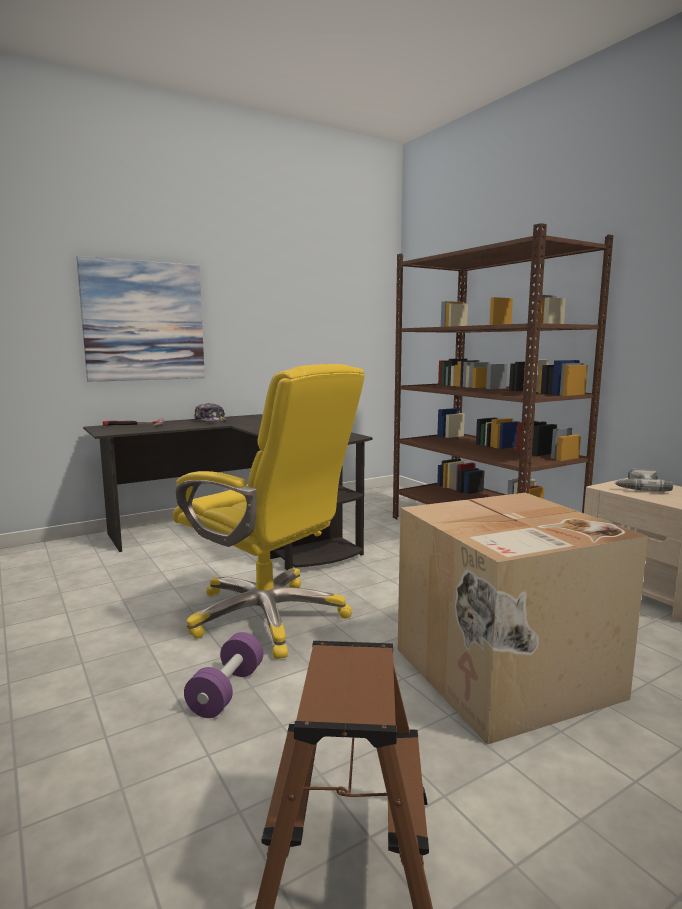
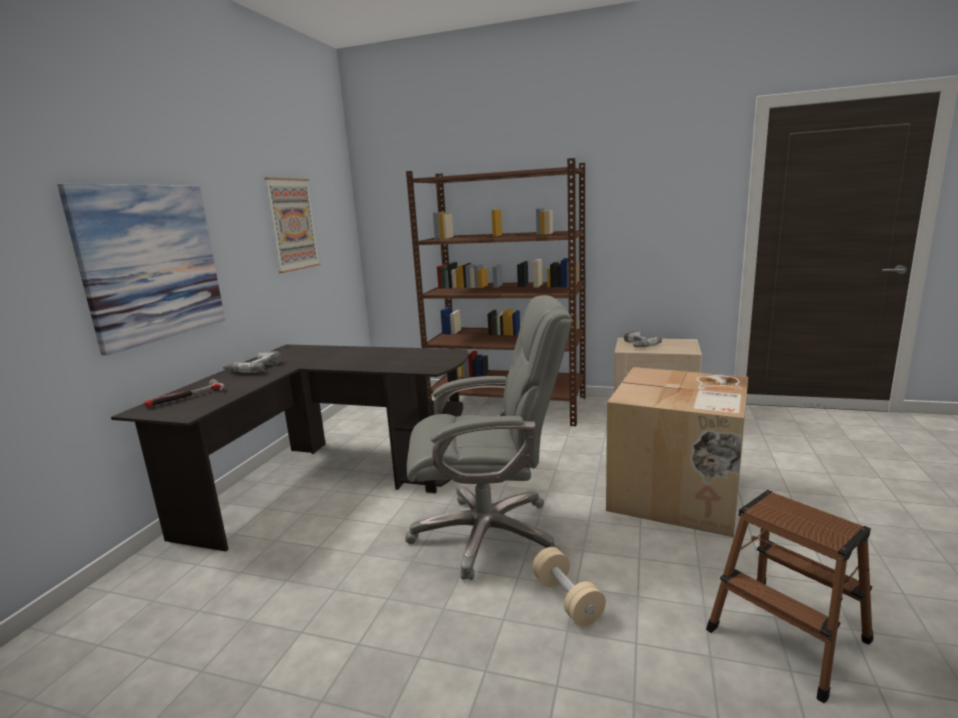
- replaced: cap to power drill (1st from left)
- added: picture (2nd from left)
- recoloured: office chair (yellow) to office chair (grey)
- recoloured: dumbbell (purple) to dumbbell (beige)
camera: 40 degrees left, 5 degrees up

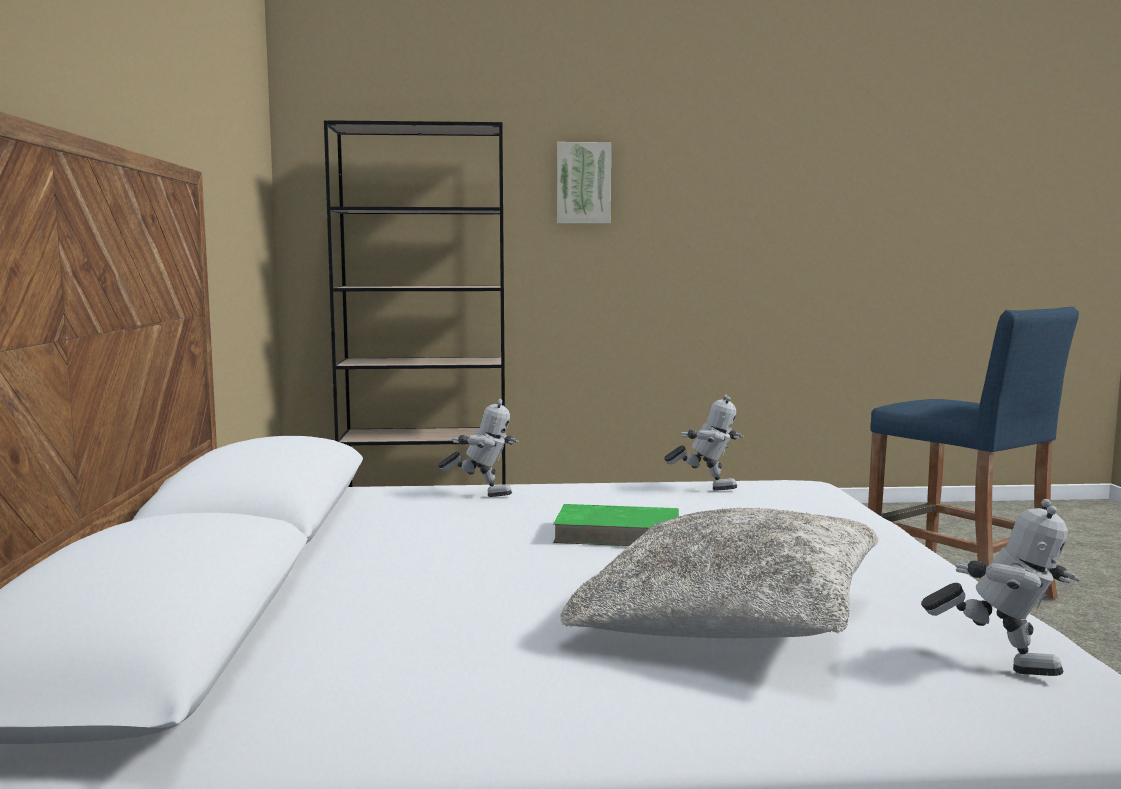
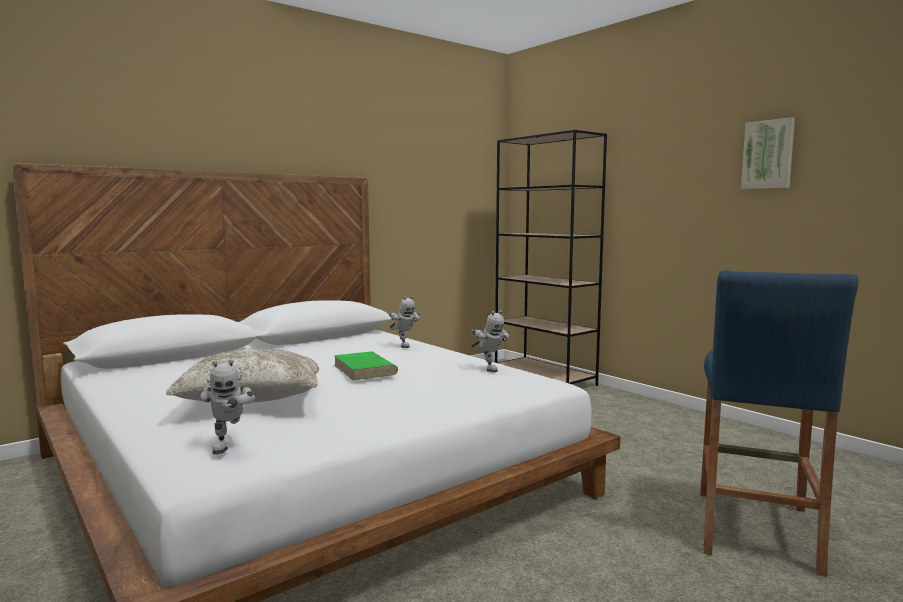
- moved: picture
camera: 55 degrees right, 0 degrees up

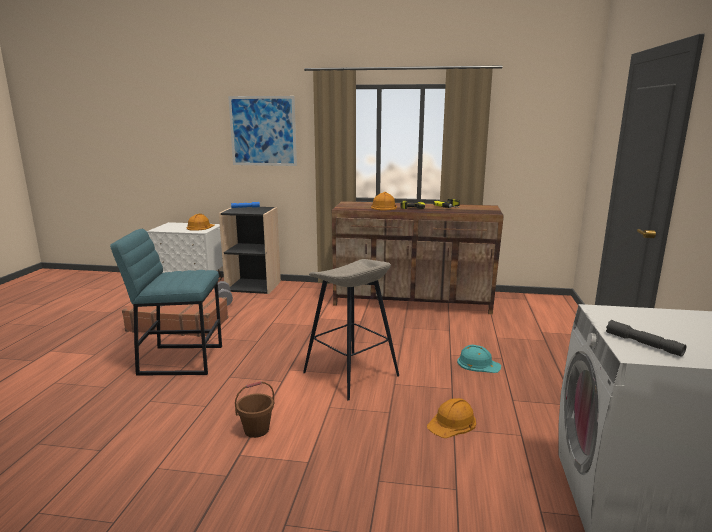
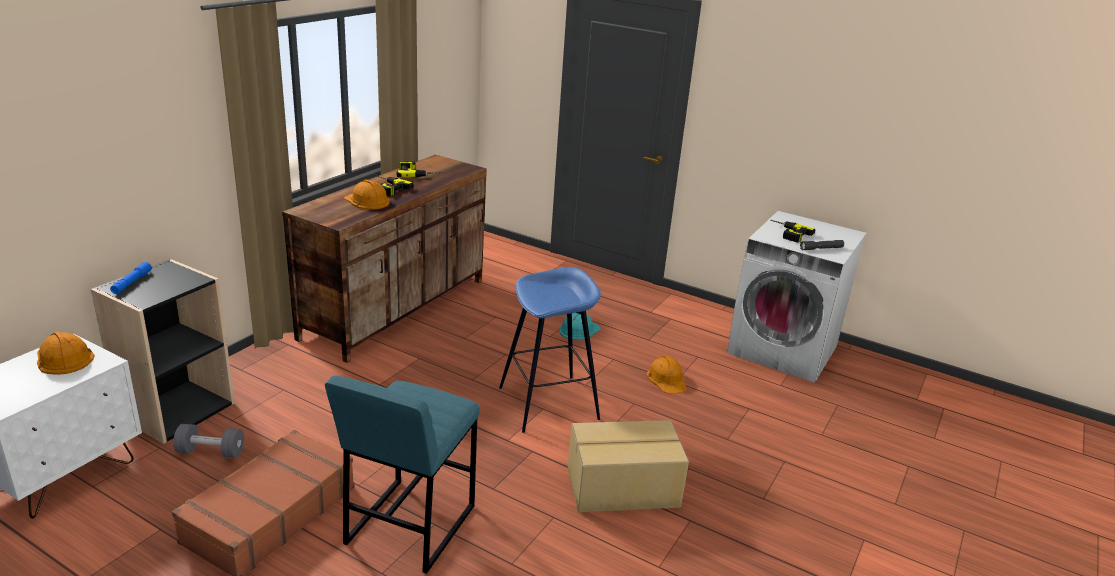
- recoloured: stool (grey) to stool (blue) (2nd from left)
- replaced: bucket (brown) to cardboard box
- added: power drill (3rd from left)
- removed: picture
camera: 70 degrees left, 10 degrees up

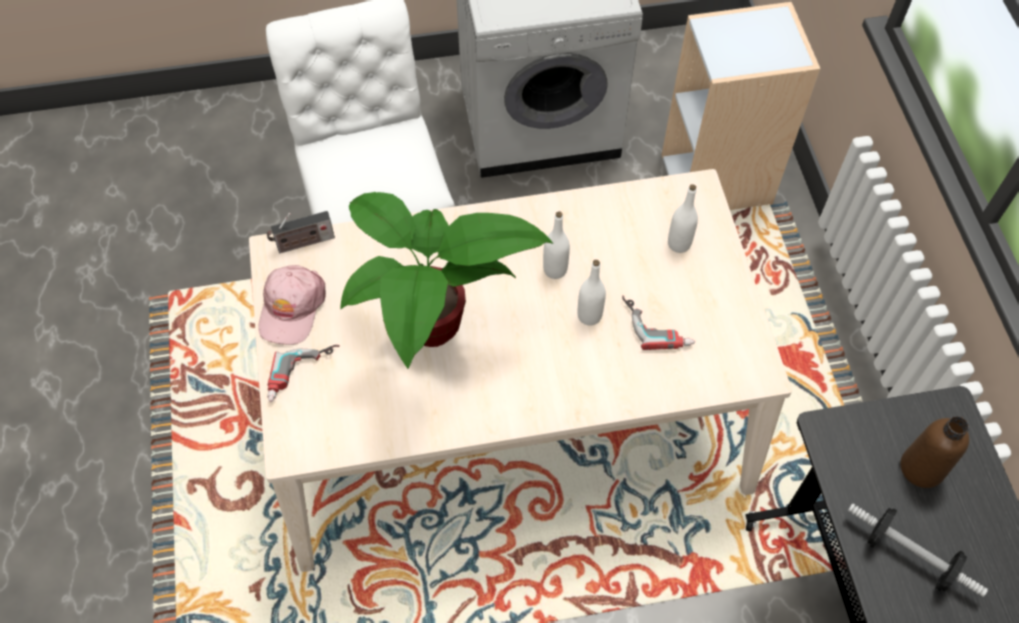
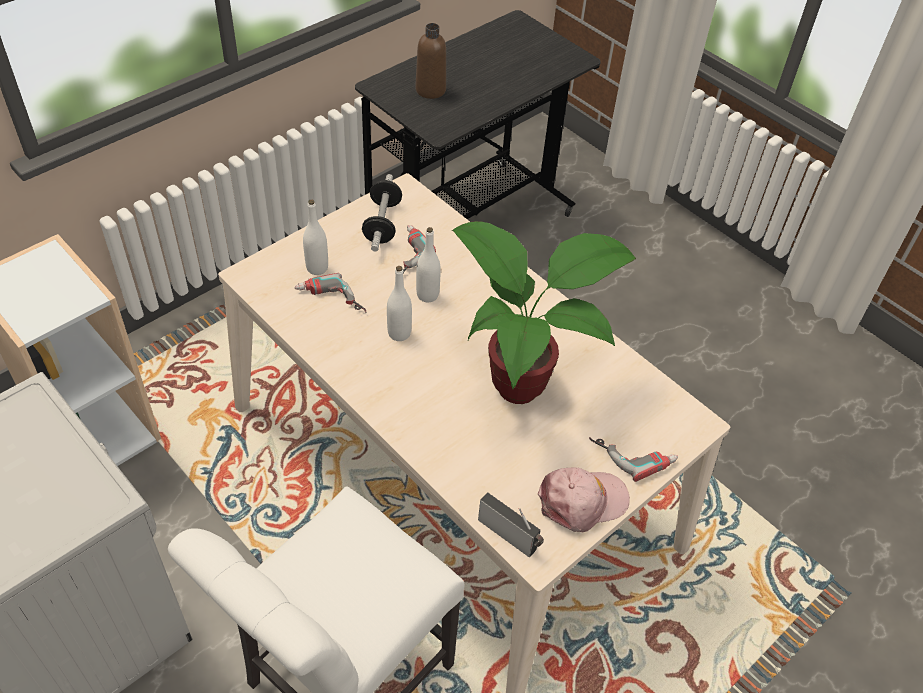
- added: power drill (1st from left)
- moved: dumbbell
camera: 125 degrees left, 10 degrees down

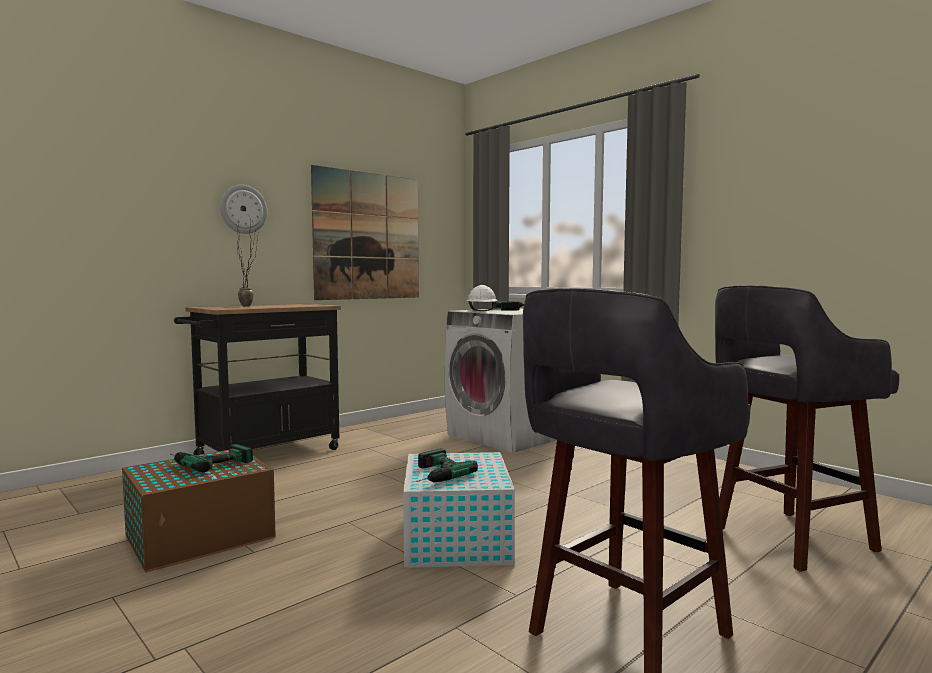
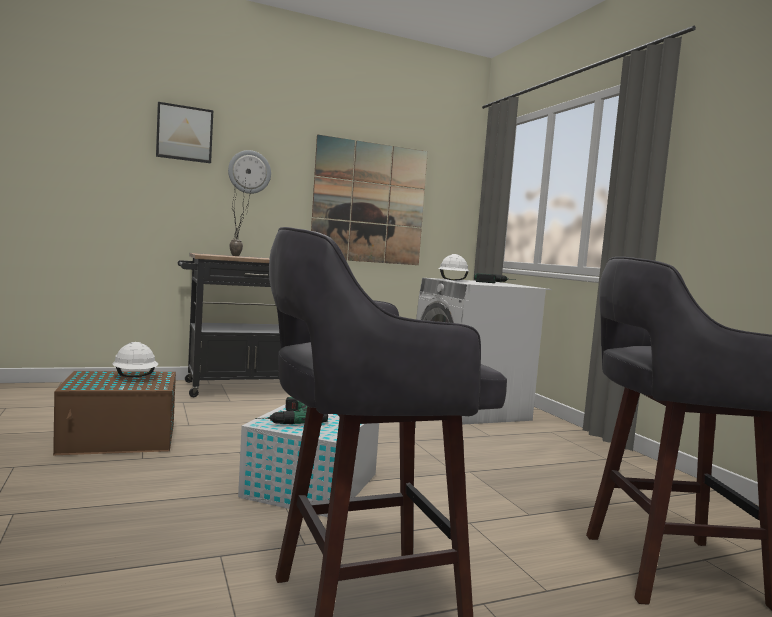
- replaced: power drill (1st from left) to hard hat (white) (1st from left)
- added: picture (1st from left)
camera: 20 degrees right, 0 degrees up

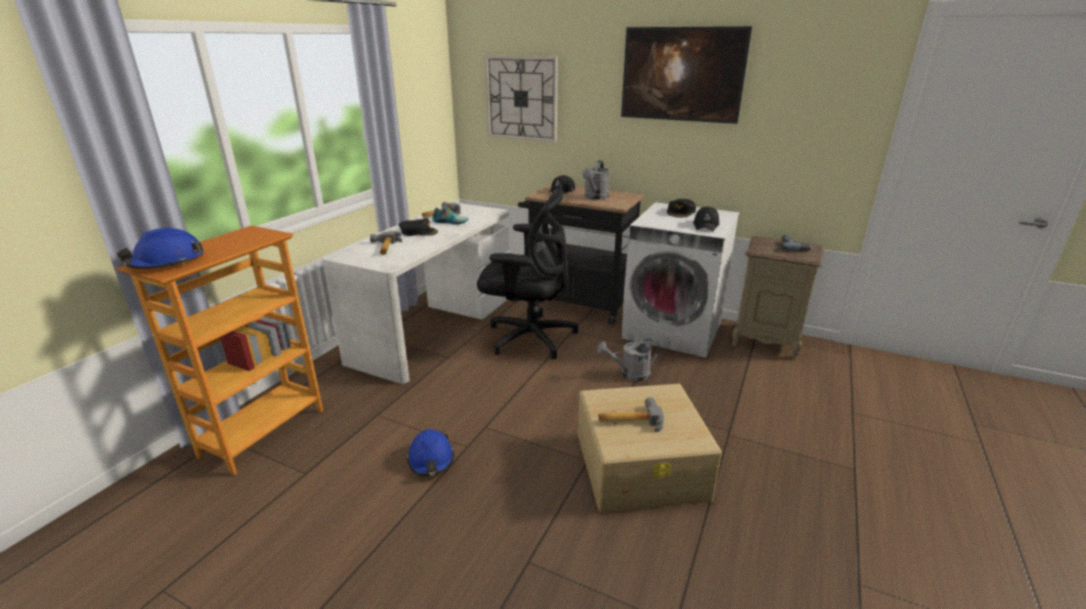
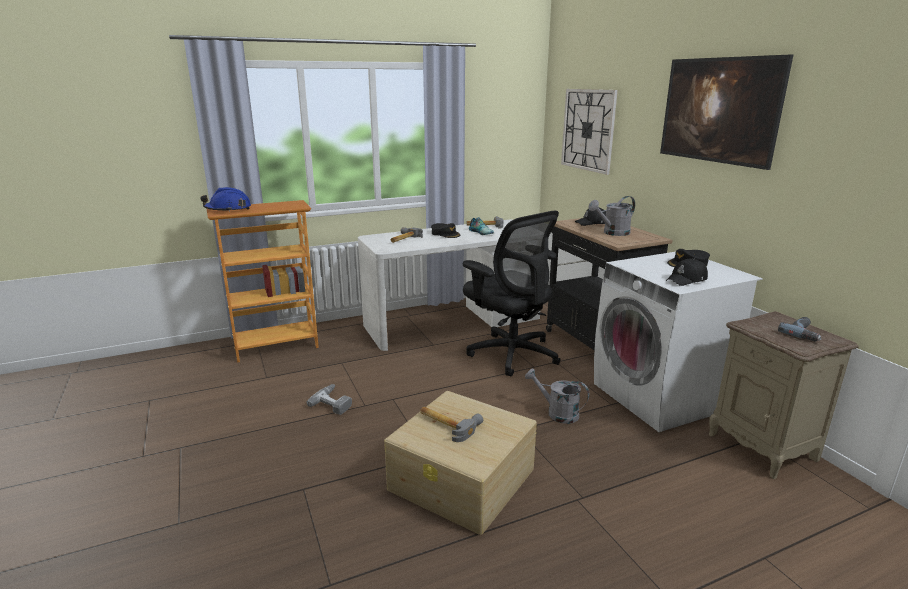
- replaced: hard hat (blue) (2nd from left) to power drill (1st from left)
camera: 40 degrees right, 5 degrees down

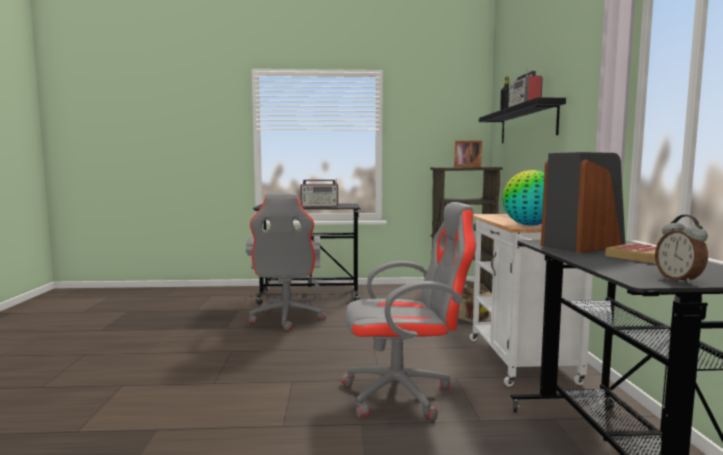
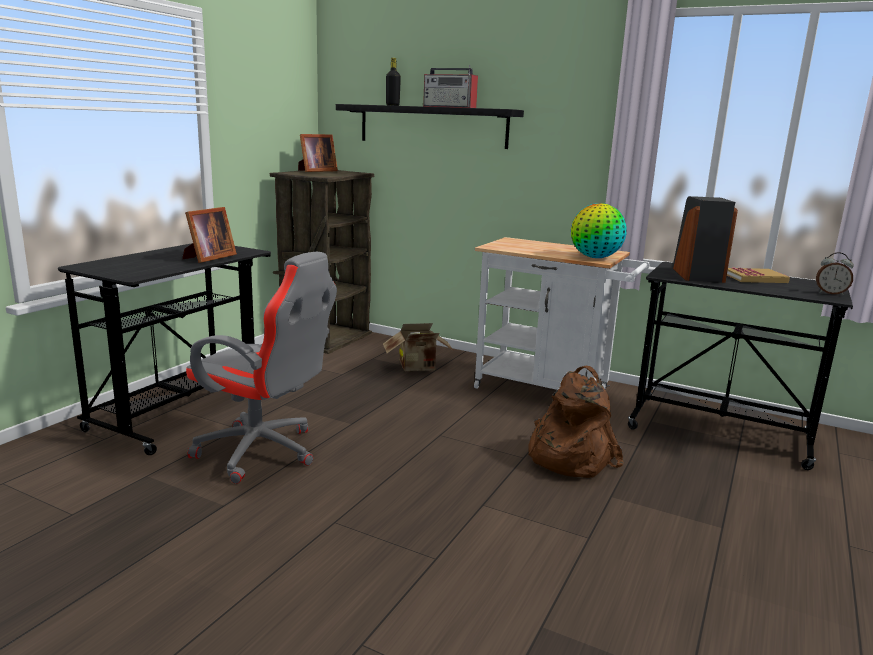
- replaced: radio (1st from left) to picture frame (1st from left)
- replaced: office chair (grey) (2nd from left) to backpack (brown)
camera: 60 degrees left, 10 degrees up

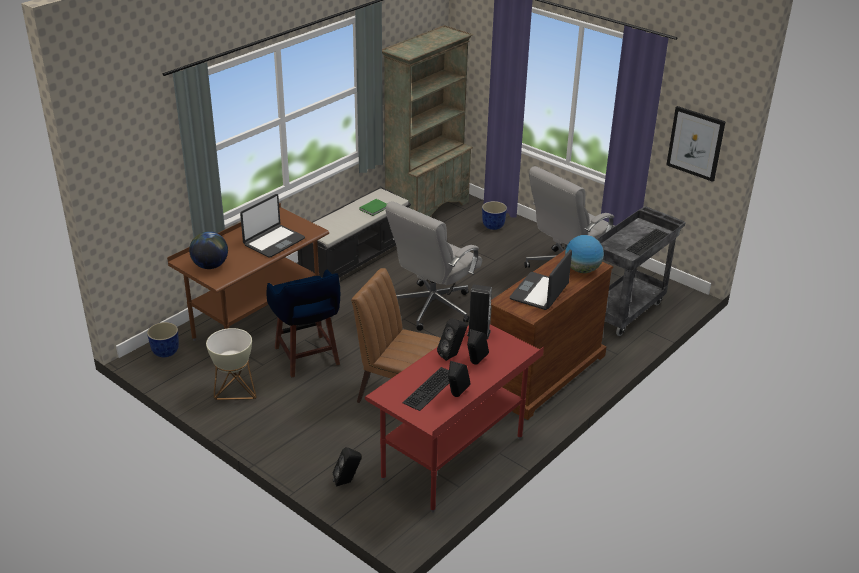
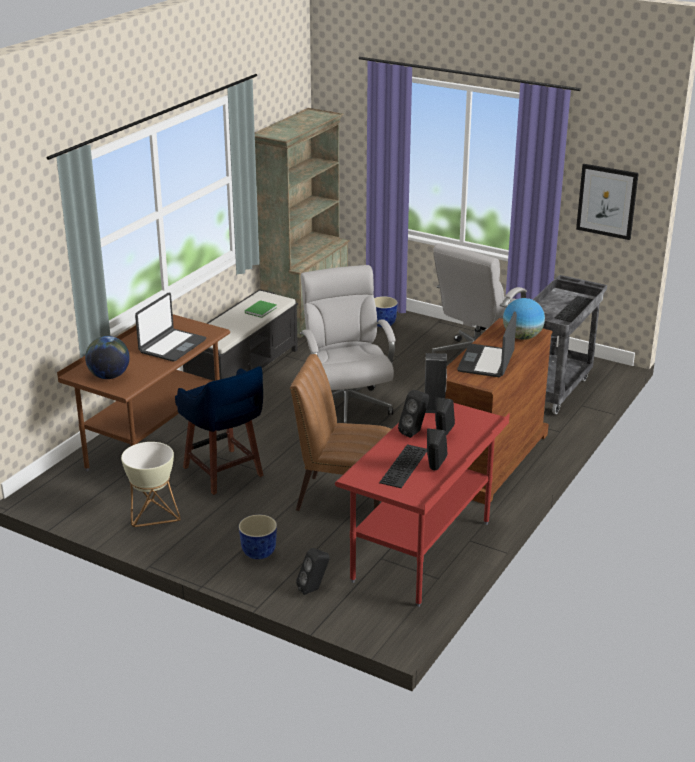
- moved: planter (1st from left in the first image) to planter (2nd from left)
- turned: office chair (grey) (1st from left) 135 degrees clockwise
camera: 10 degrees left, 5 degrees down

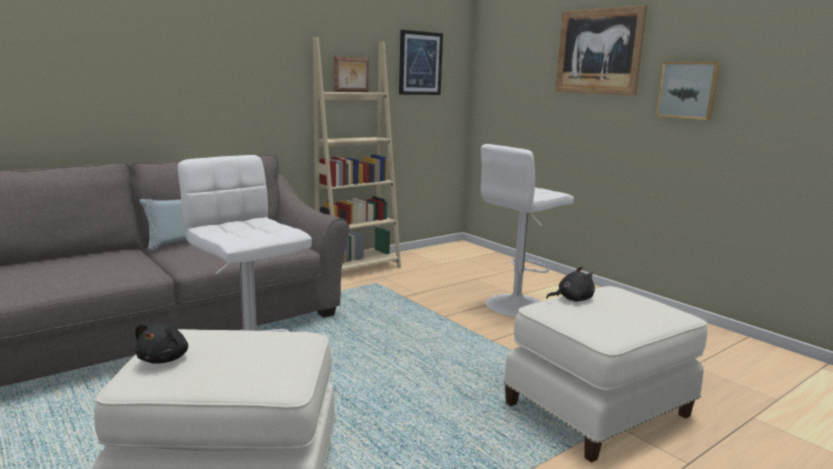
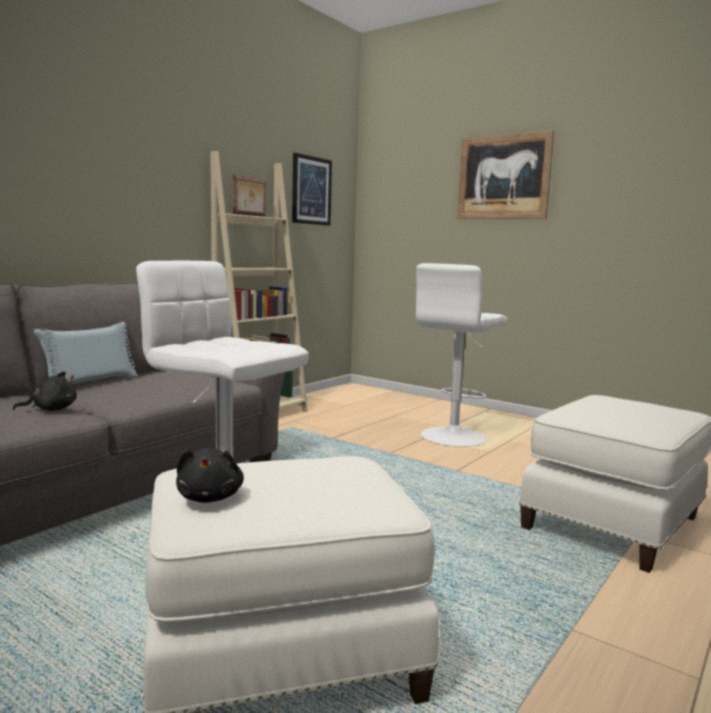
- moved: plush toy (black) (2nd from left in the first image) to plush toy (black) (1st from left)
- removed: picture (3rd from left)
camera: 15 degrees left, 5 degrees down

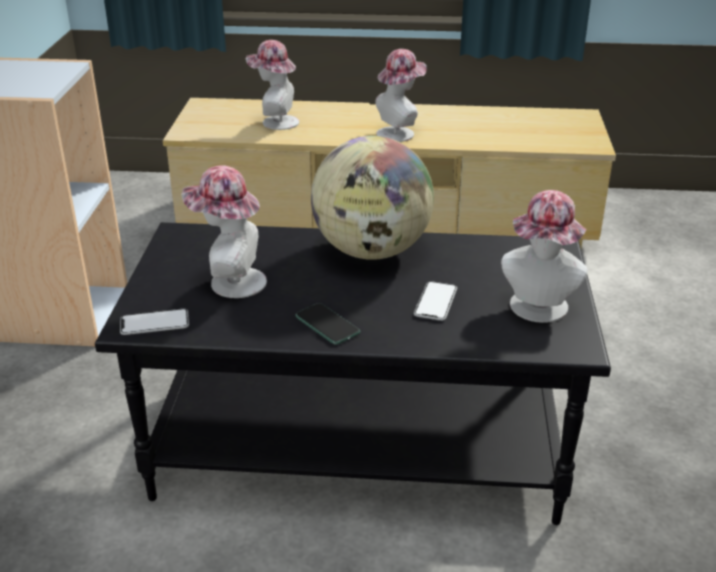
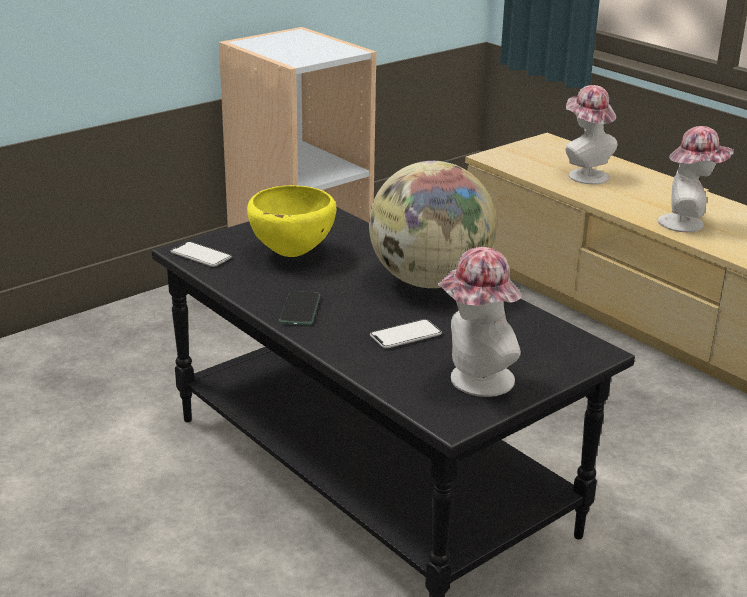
- replaced: hat (1st from left) to bowl (yellow)
camera: 45 degrees right, 5 degrees down

